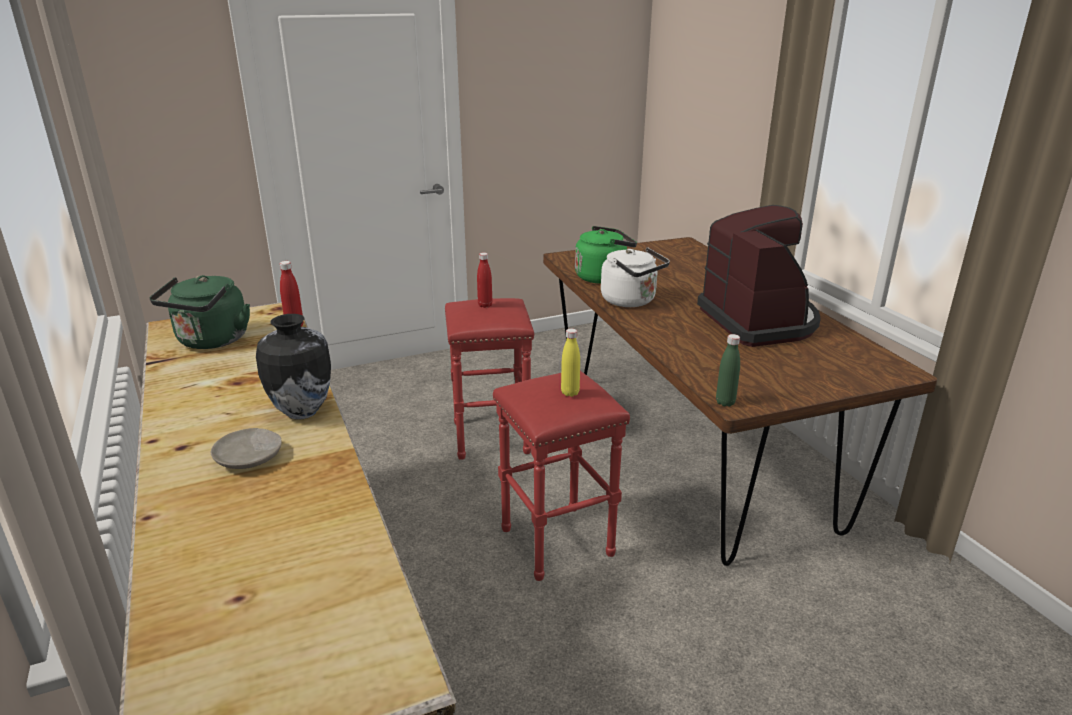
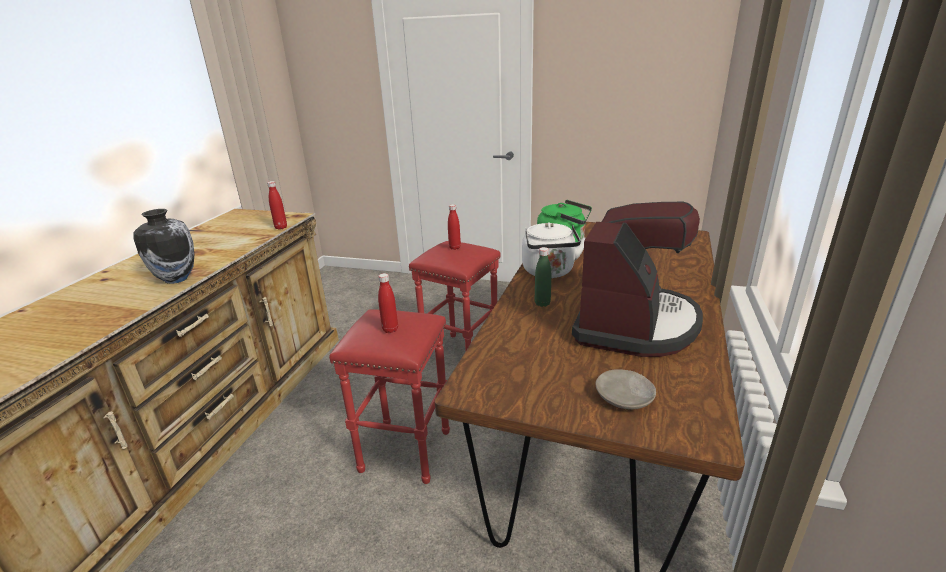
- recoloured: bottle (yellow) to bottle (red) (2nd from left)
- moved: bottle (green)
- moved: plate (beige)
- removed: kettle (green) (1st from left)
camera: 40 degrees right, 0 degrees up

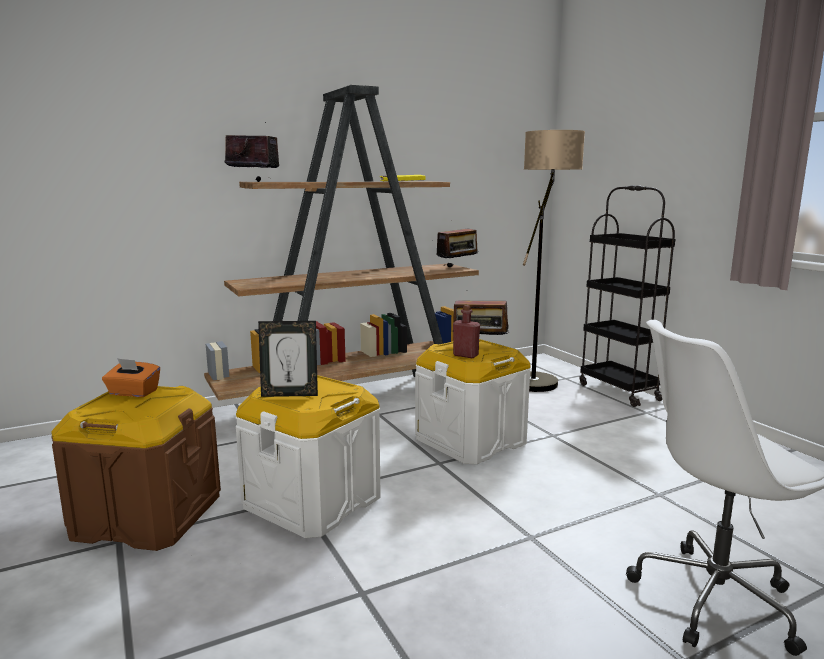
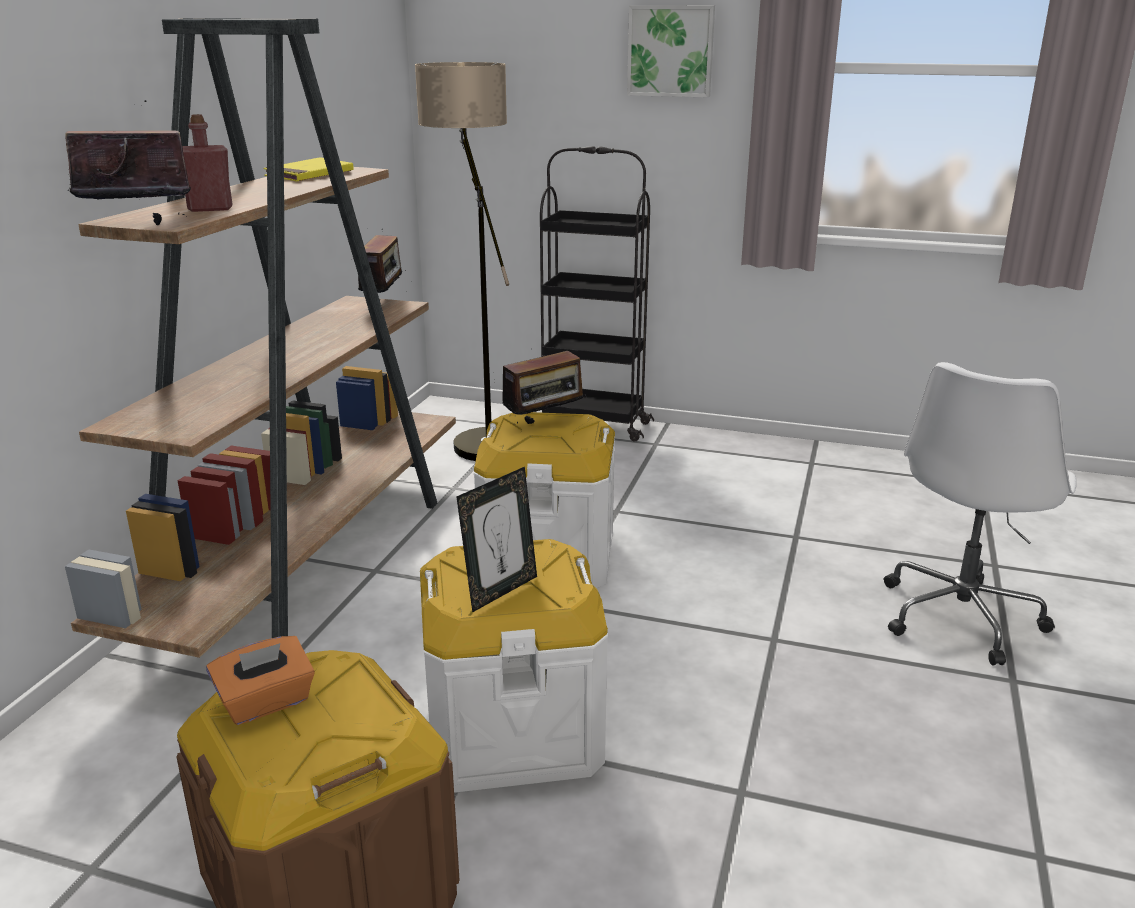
- moved: bottle (red)
- added: picture
camera: 45 degrees left, 10 degrees up

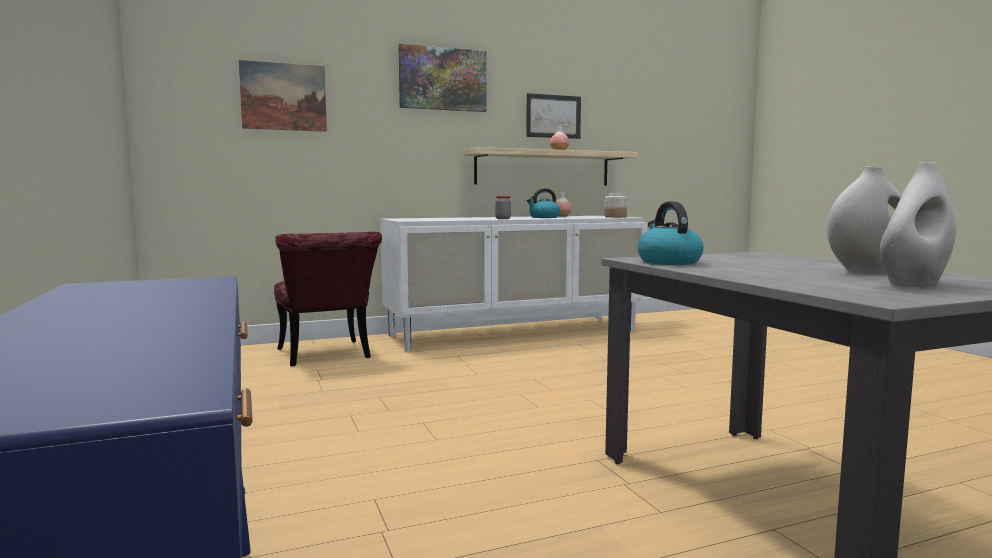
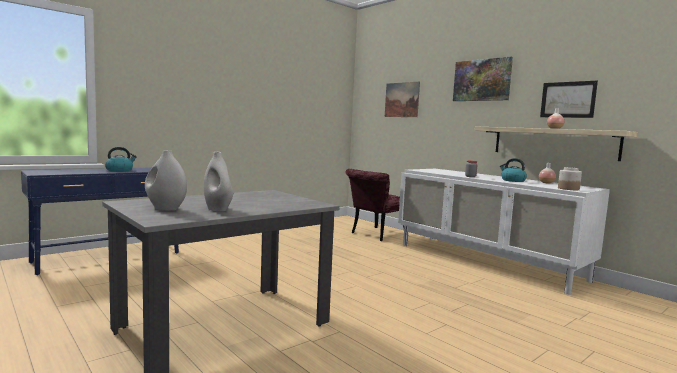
- moved: kettle (2nd from left in the first image) to kettle (1st from left)
camera: 70 degrees right, 0 degrees up

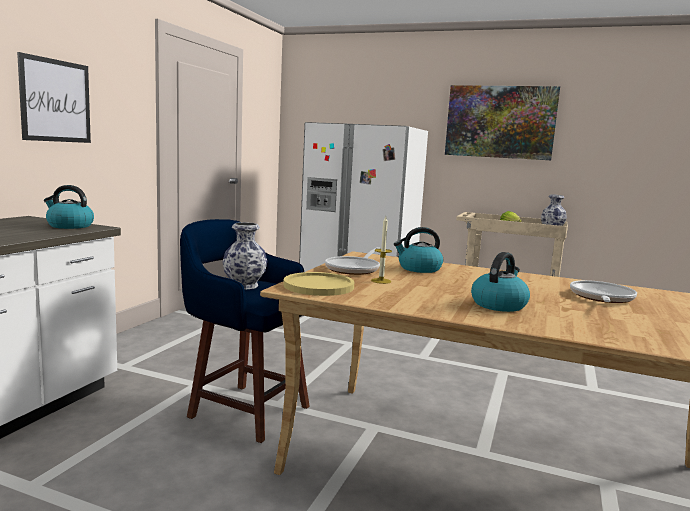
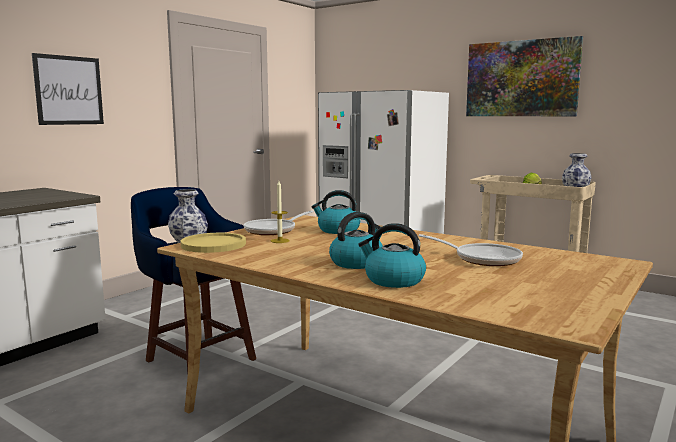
- moved: kettle (1st from left in the first image) to kettle (3rd from left)
- turned: frying pan (2nd from left) 90 degrees clockwise
camera: 15 degrees right, 0 degrees up

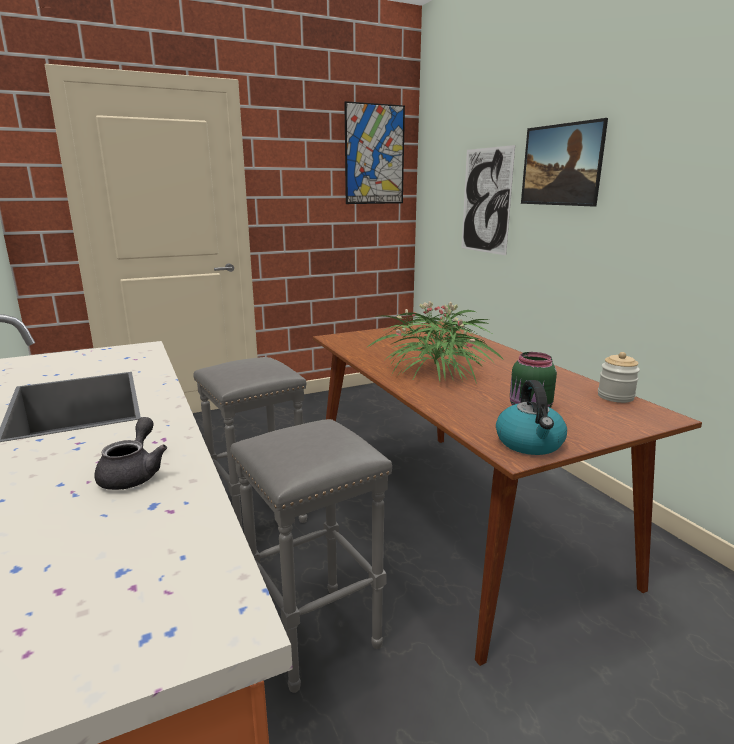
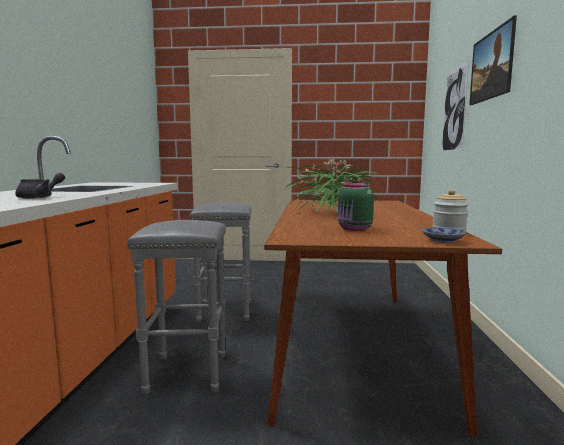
- added: bowl
- removed: picture (1st from left)
- removed: kettle
camera: 30 degrees right, 10 degrees down

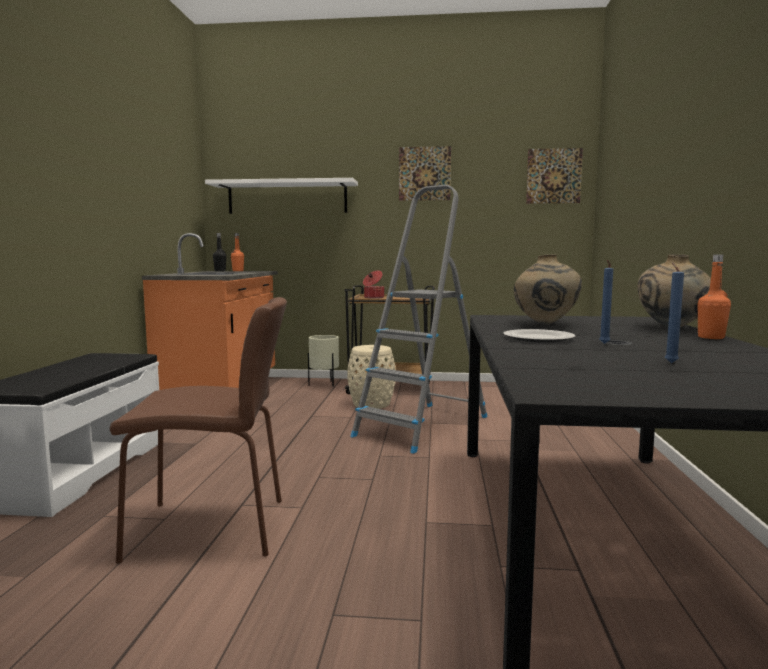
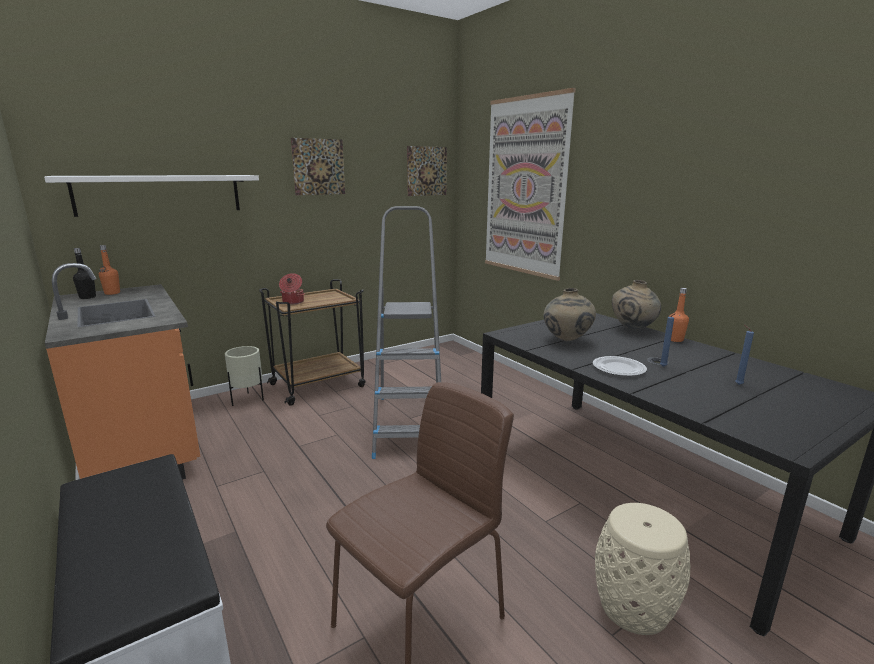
- added: picture (3rd from left)
- moved: stool (beige)
camera: 40 degrees left, 10 degrees up

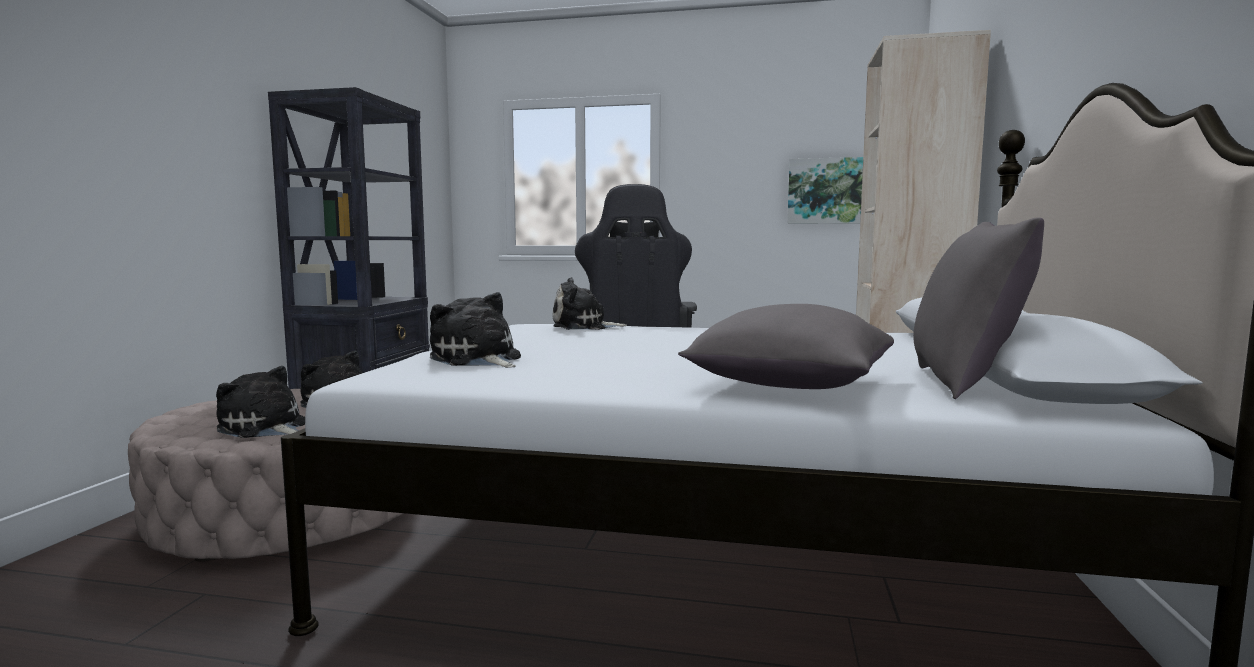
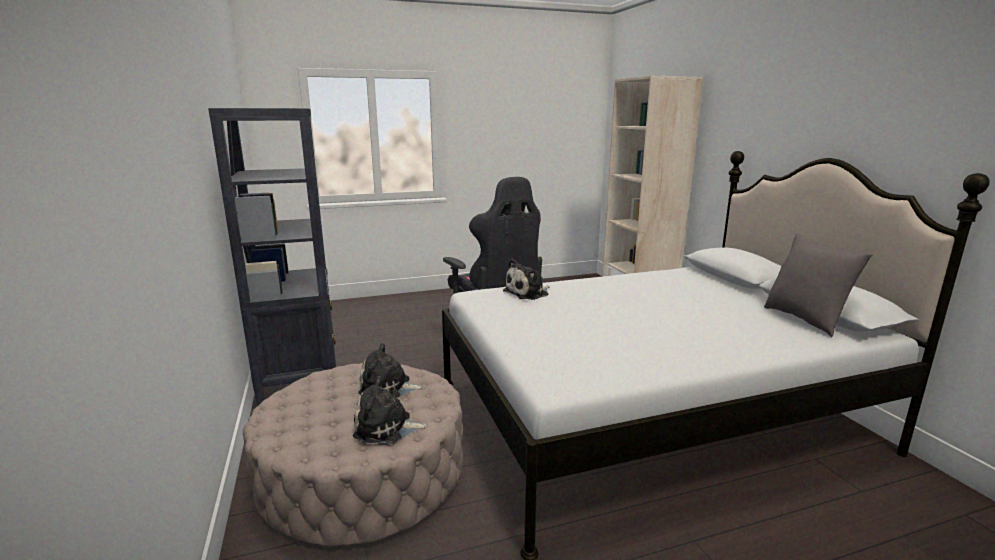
- removed: plush toy (3rd from left)
- removed: pillow (grey) (1st from left)
- removed: picture
camera: 30 degrees left, 10 degrees up

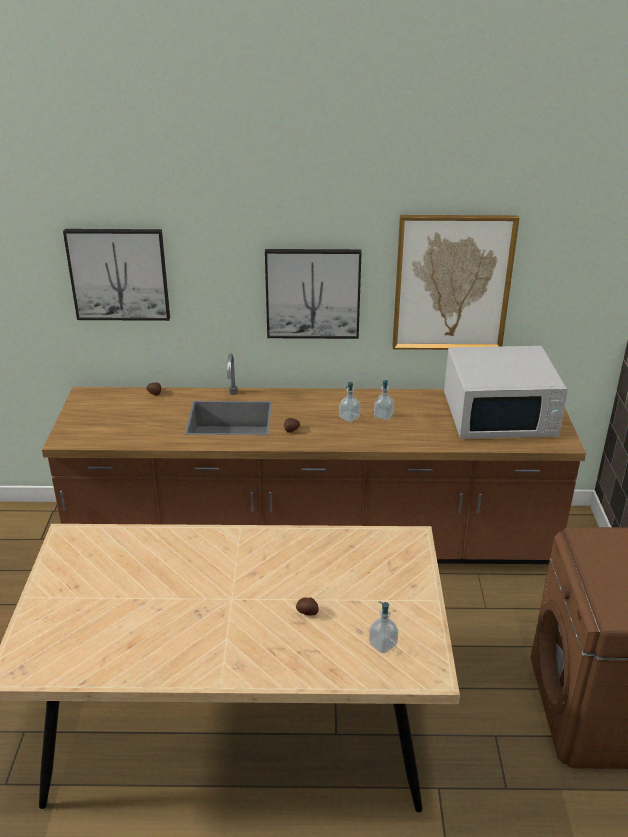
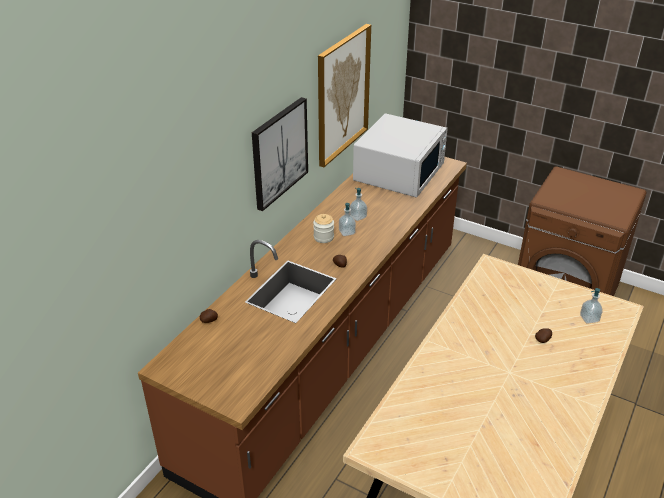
- added: jar
- removed: picture (1st from left)
camera: 60 degrees left, 5 degrees up

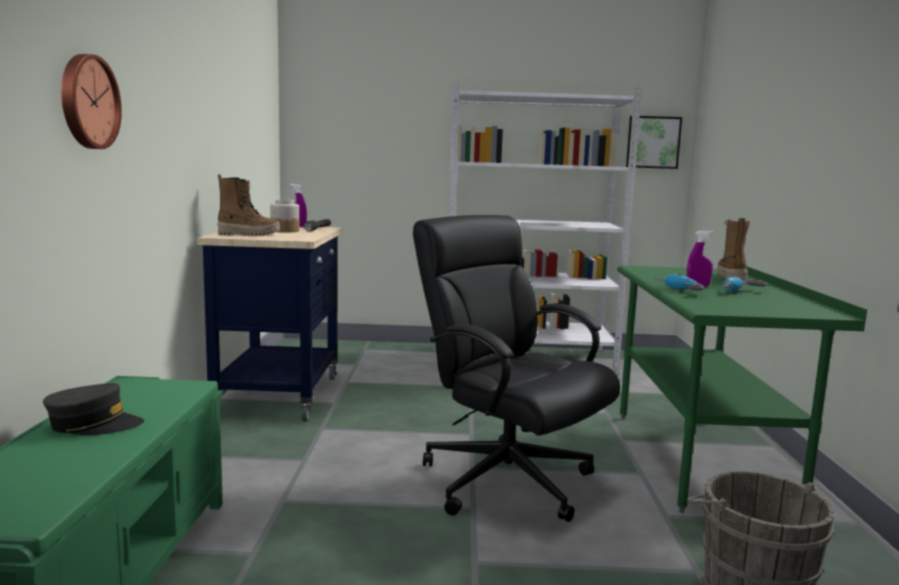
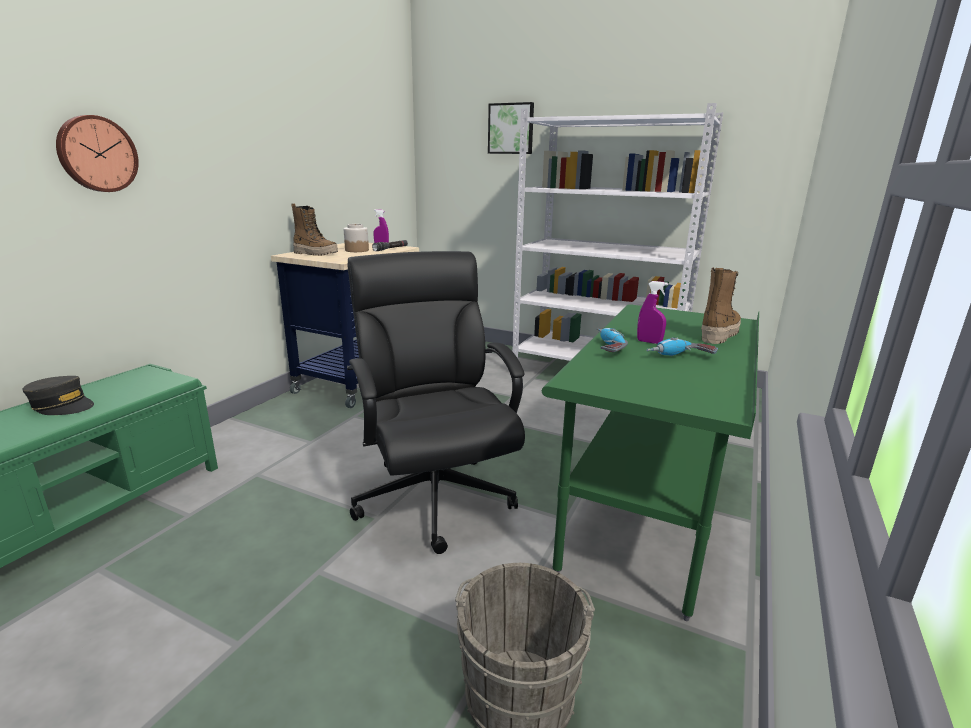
- moved: picture
camera: 25 degrees right, 10 degrees up

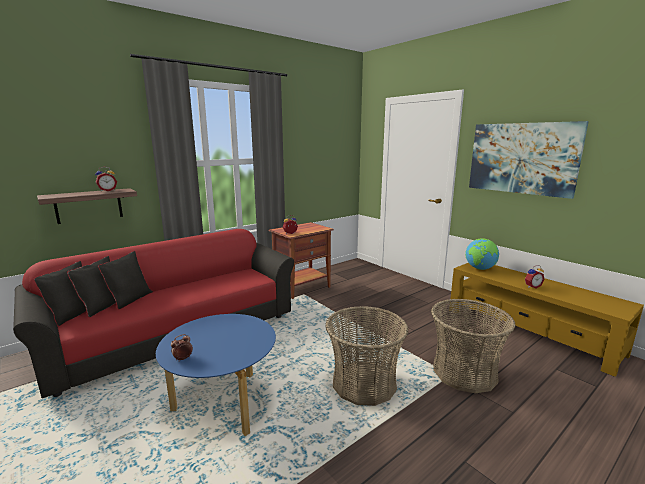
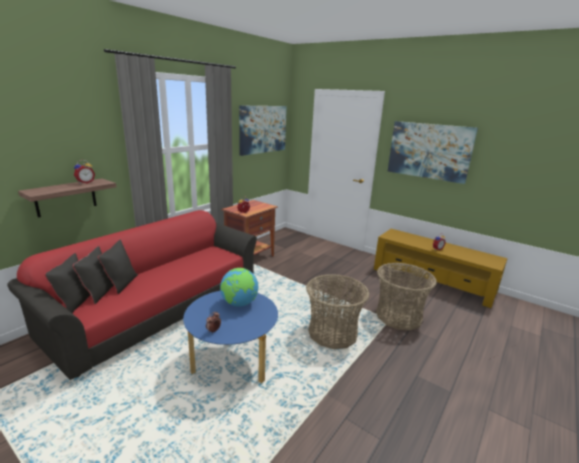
- moved: globe
- added: picture (1st from left)
camera: 15 degrees left, 5 degrees up

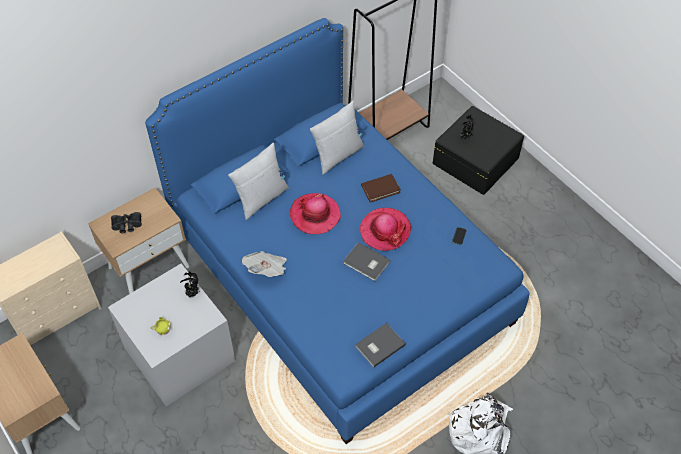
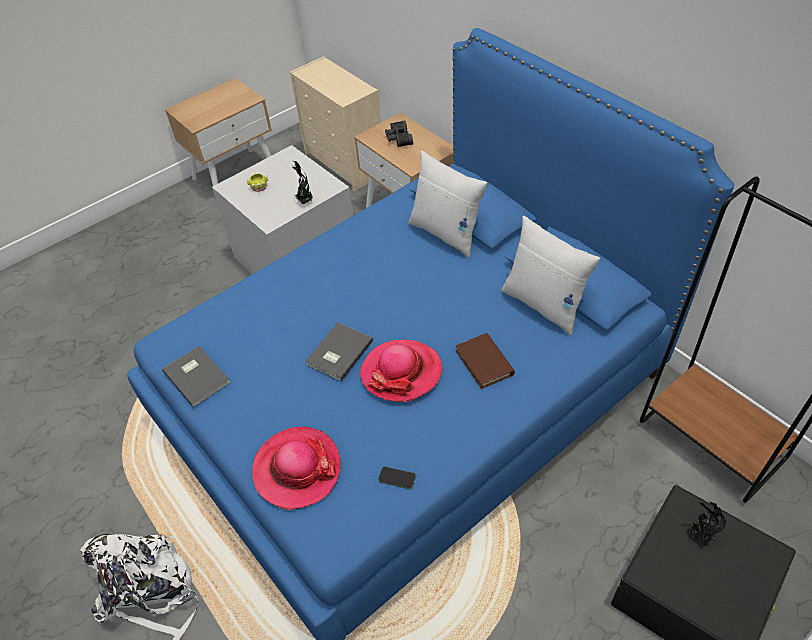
- moved: hat (1st from left)
- removed: newspaper
camera: 90 degrees right, 5 degrees down

